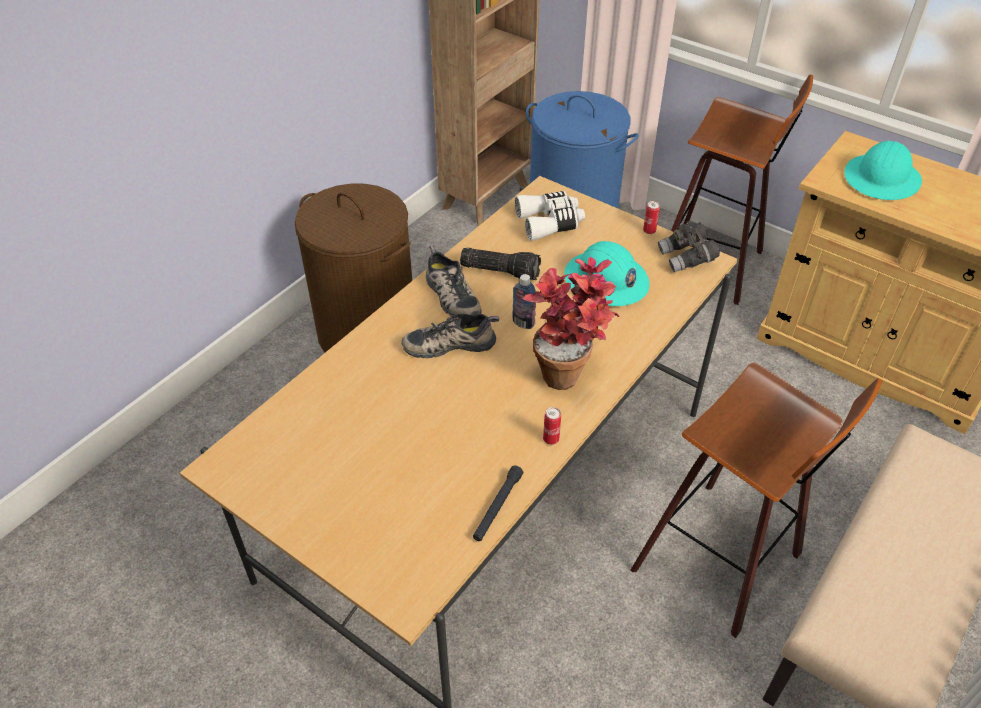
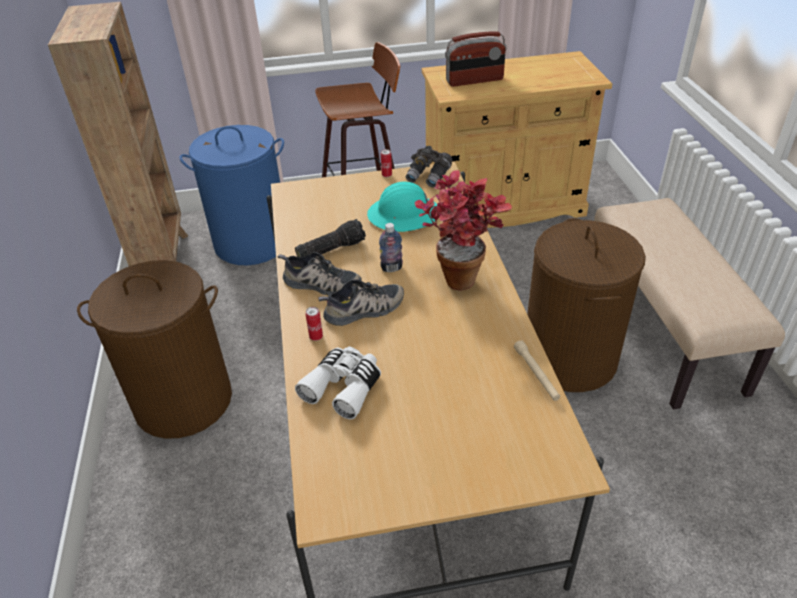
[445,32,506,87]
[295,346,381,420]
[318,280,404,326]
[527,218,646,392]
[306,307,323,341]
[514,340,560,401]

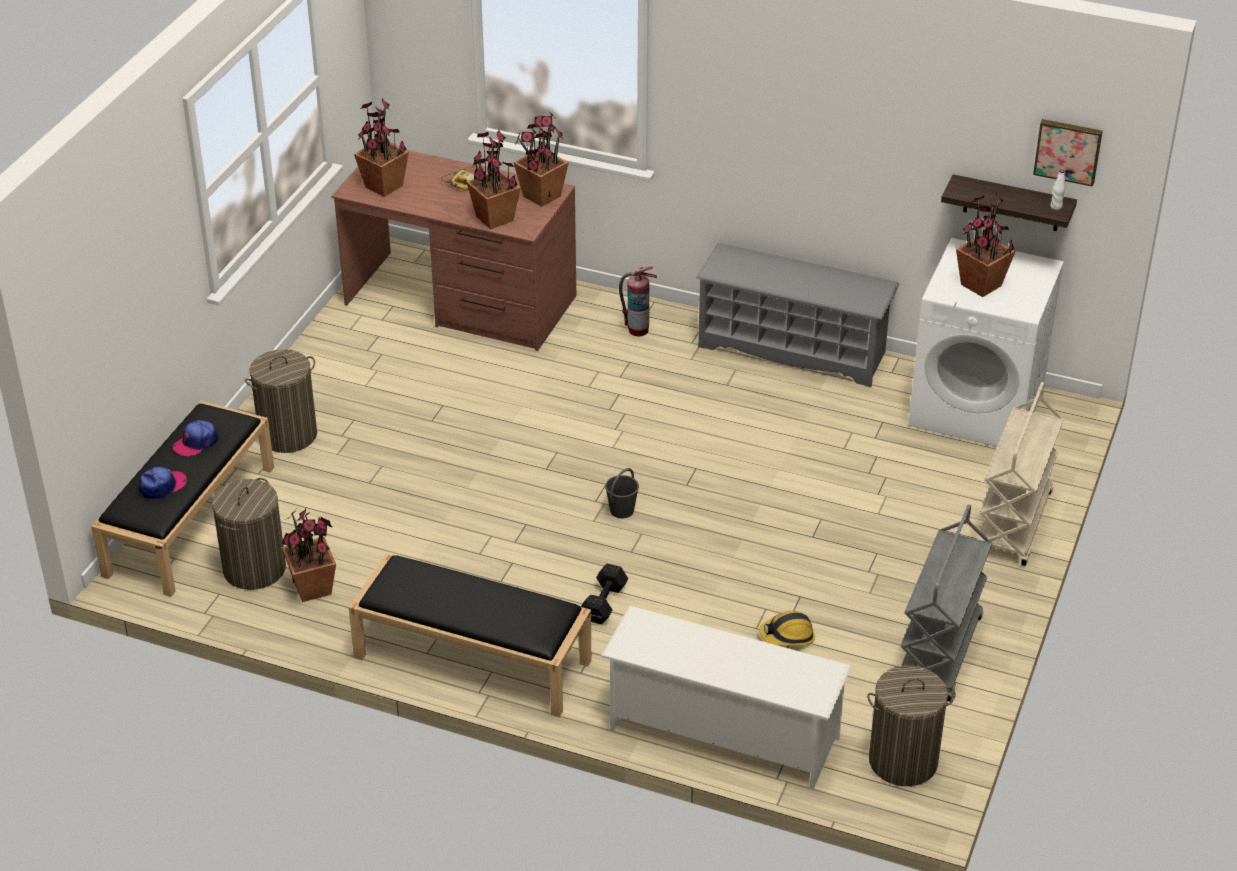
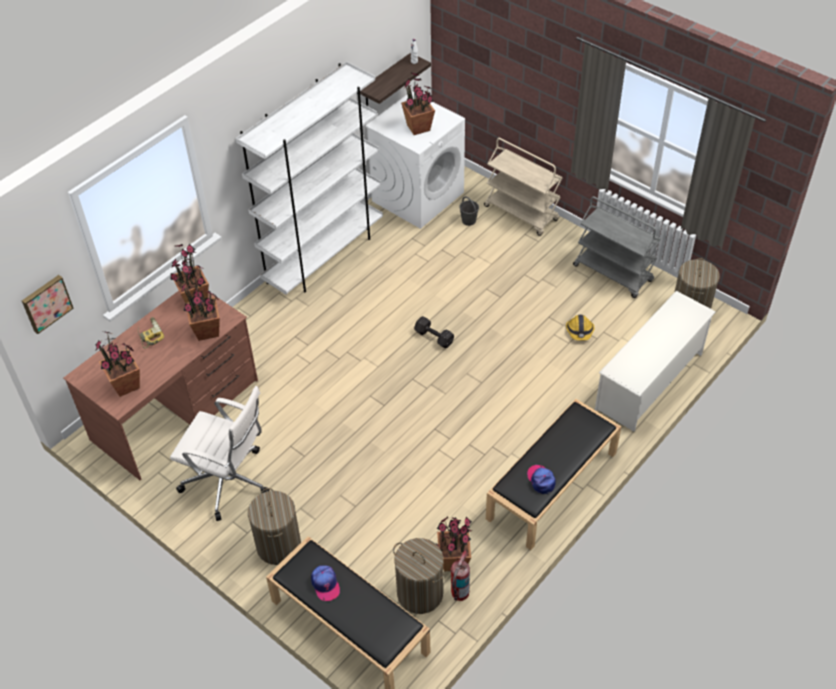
[22,275,74,334]
[235,61,383,295]
[451,550,470,601]
[527,465,556,494]
[459,196,479,226]
[414,316,454,348]
[170,386,270,521]

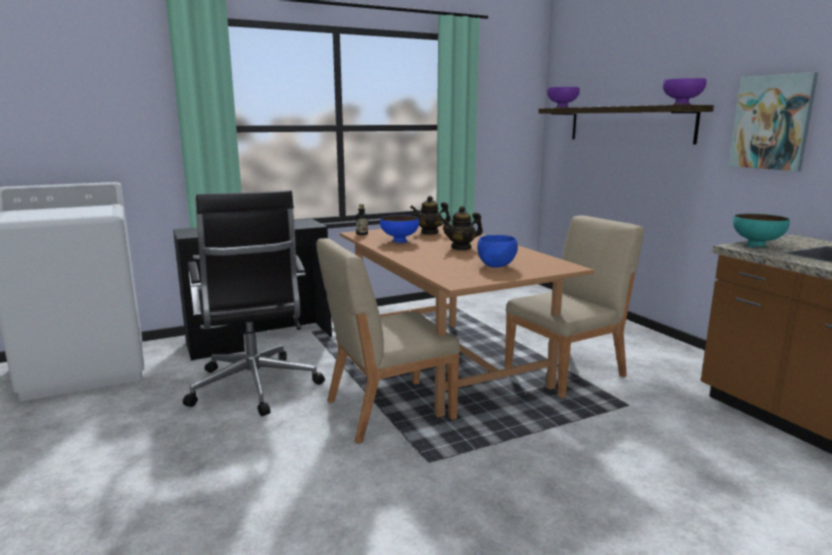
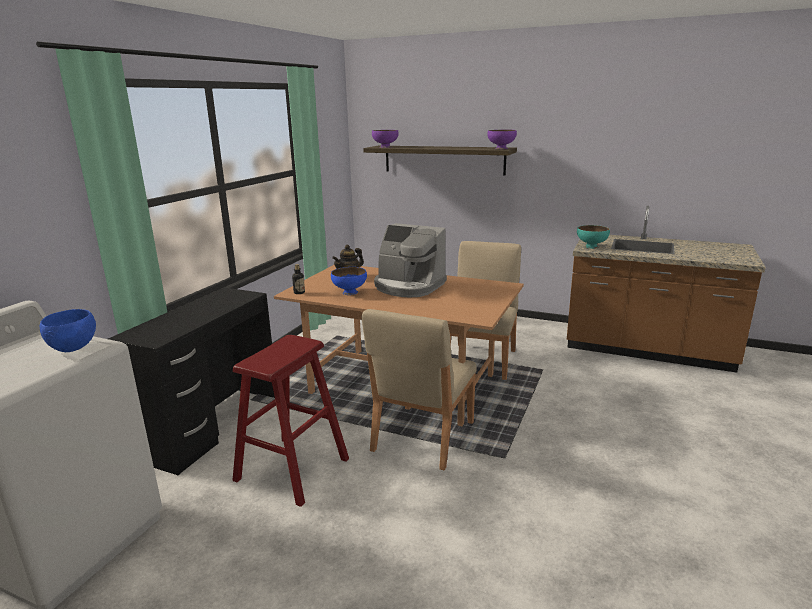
[728,72,818,171] (first image)
[232,335,349,507]
[374,223,447,298]
[40,309,96,352]

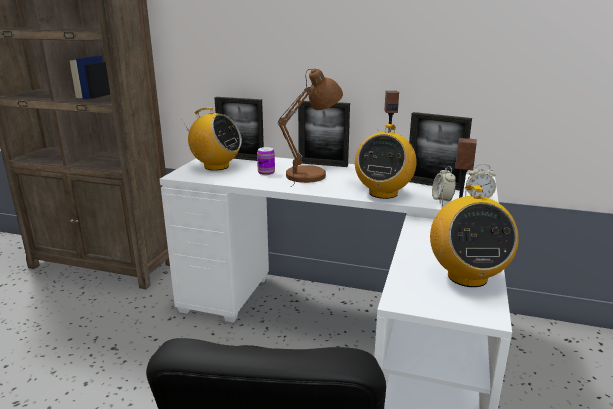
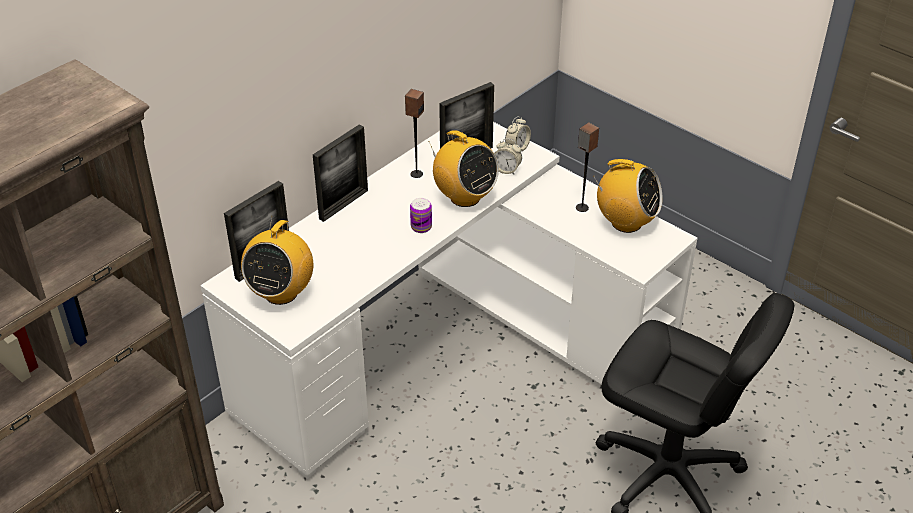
[278,68,343,187] (first image)
[241,218,313,305]
[410,198,432,233]

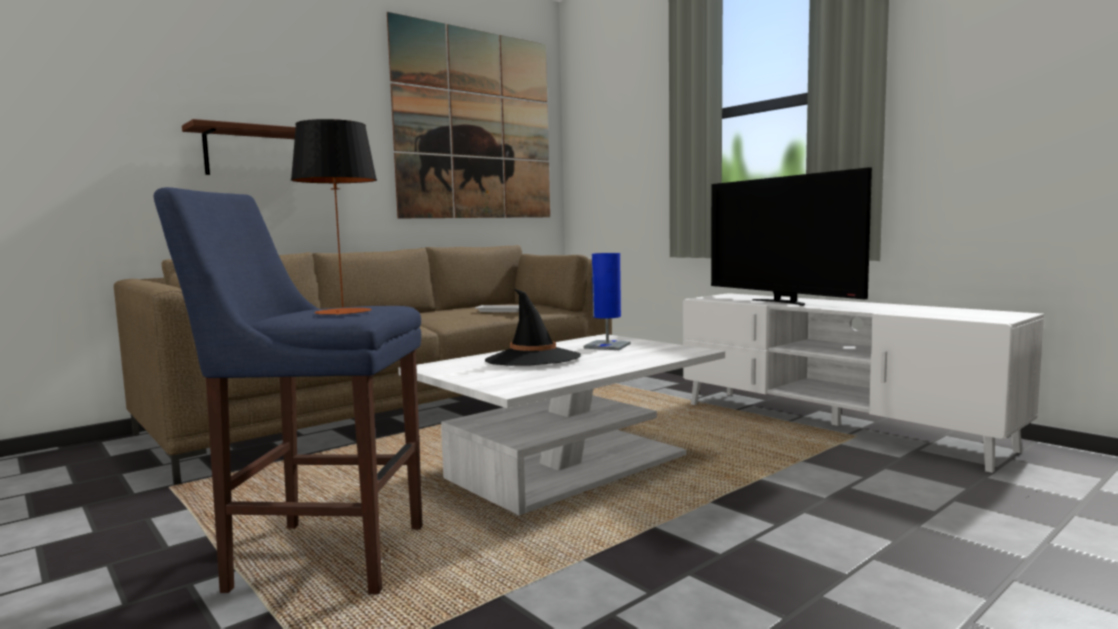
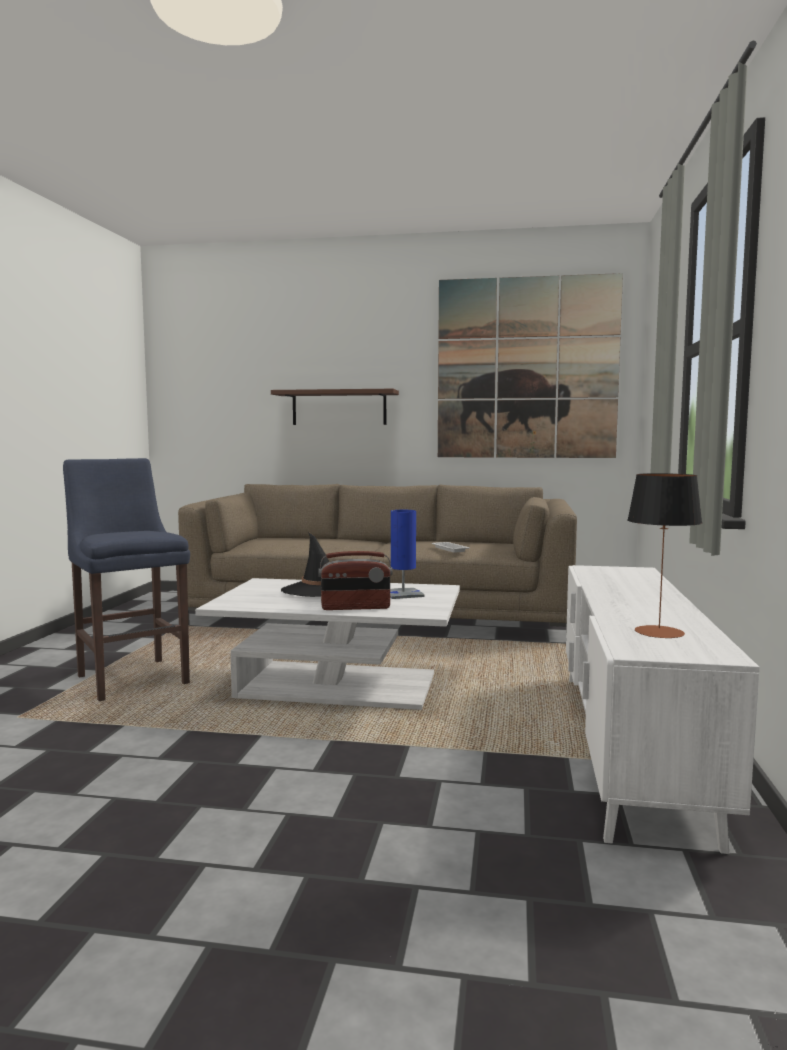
[627,473,702,638]
[711,167,872,306] (first image)
[318,551,393,610]

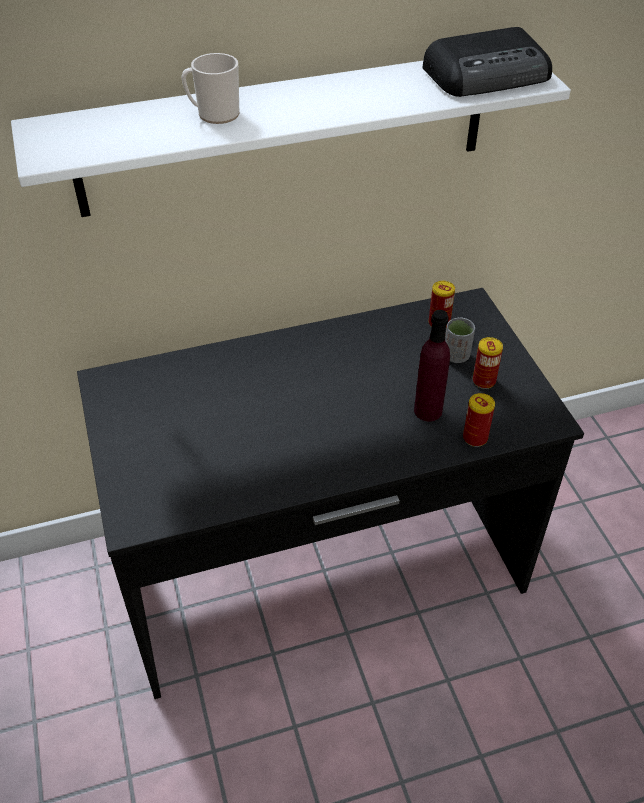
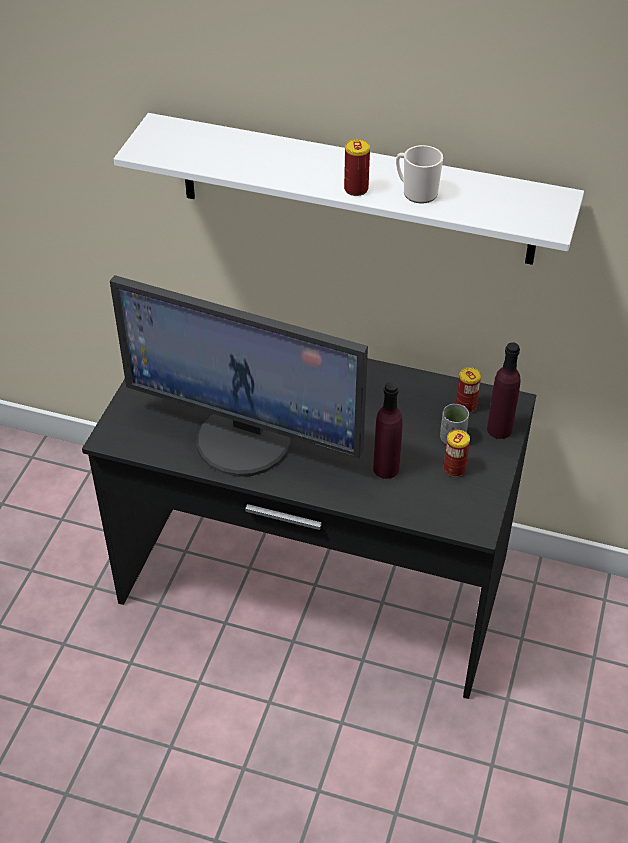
[422,27,552,97] (first image)
[396,145,443,203]
[344,139,370,196]
[110,275,368,477]
[487,342,520,439]

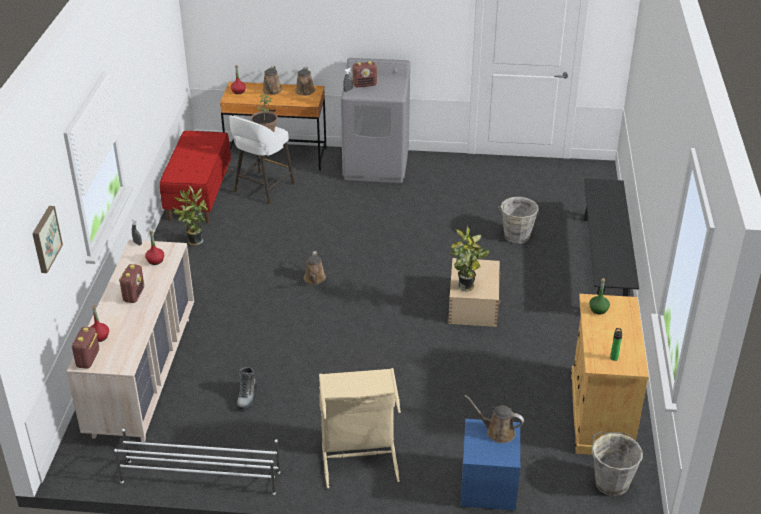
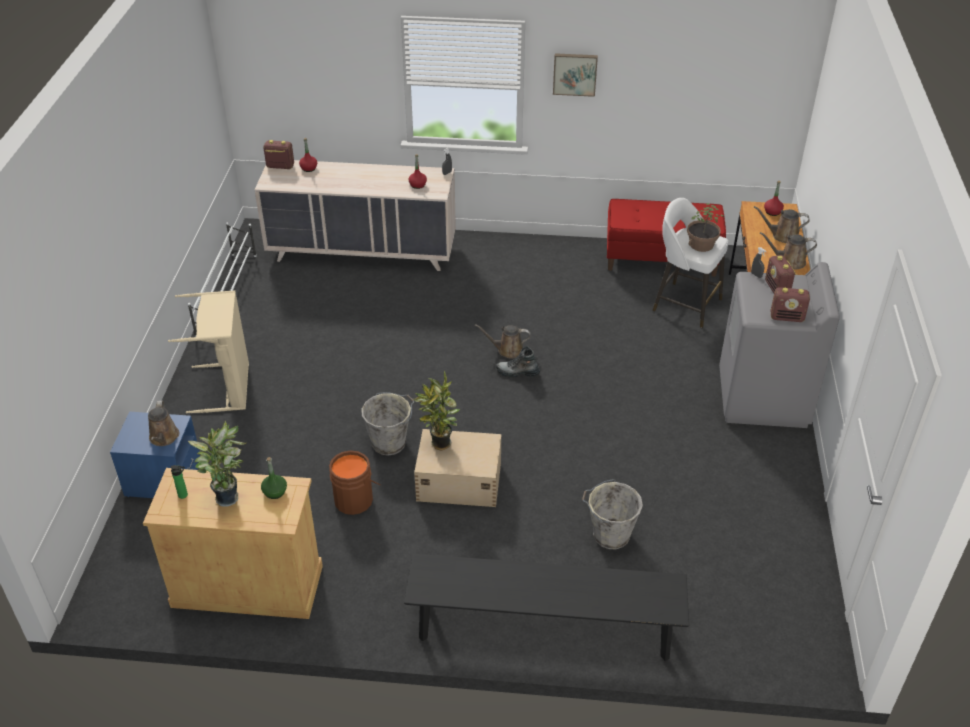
[188,421,247,507]
[553,53,598,97]
[771,287,810,322]
[496,346,540,378]
[148,400,179,446]
[361,392,414,456]
[329,451,381,515]

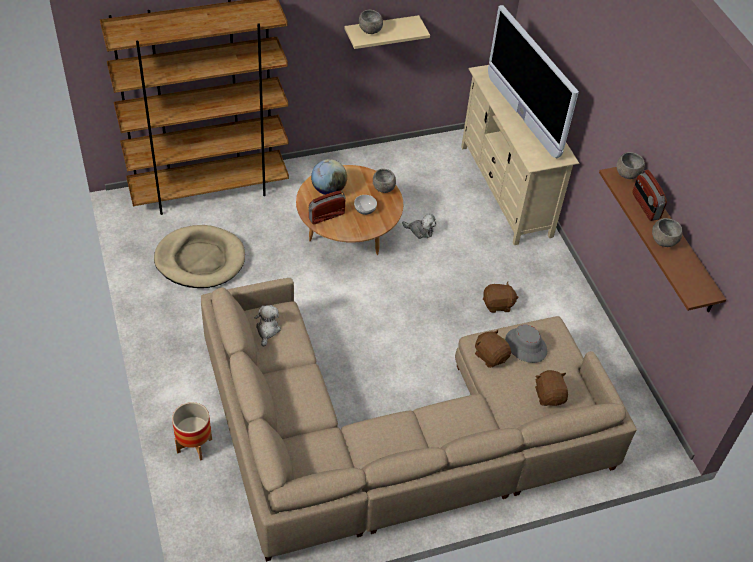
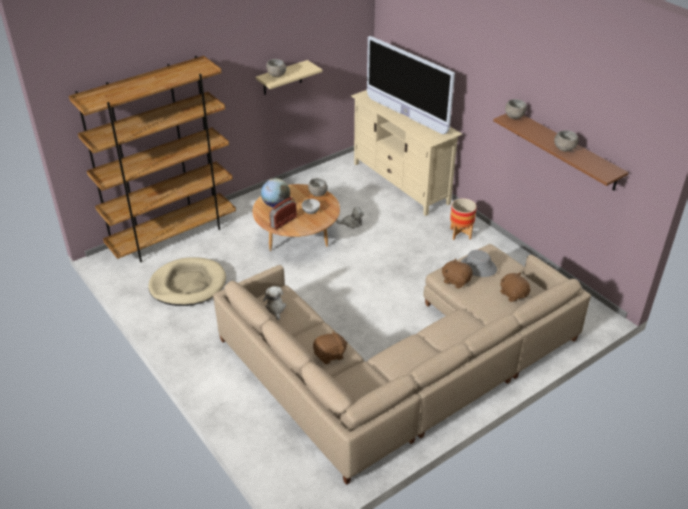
[632,170,667,221] (first image)
[313,330,347,364]
[450,198,477,240]

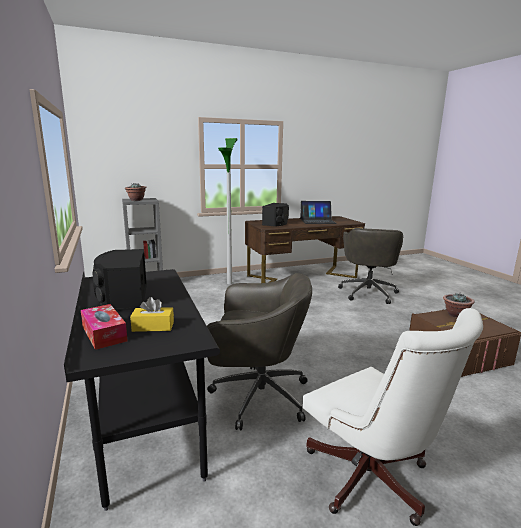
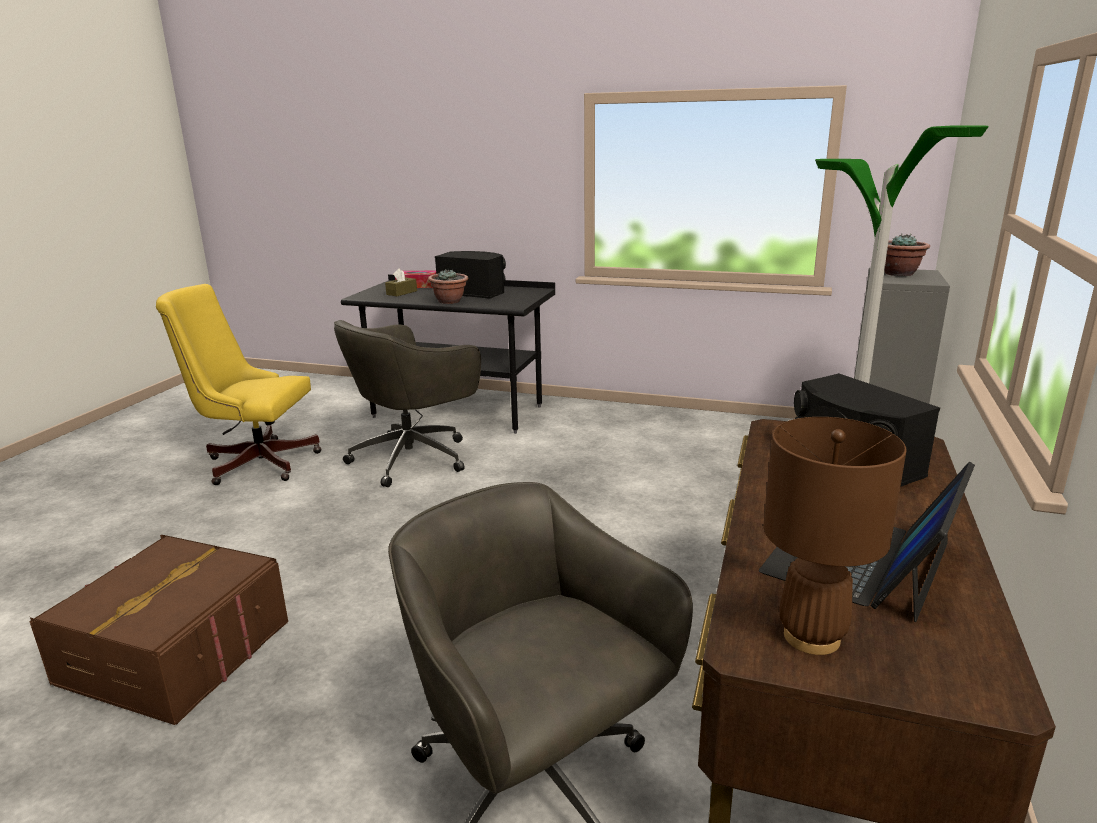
[428,269,468,304]
[385,268,417,296]
[156,284,322,485]
[764,417,907,655]

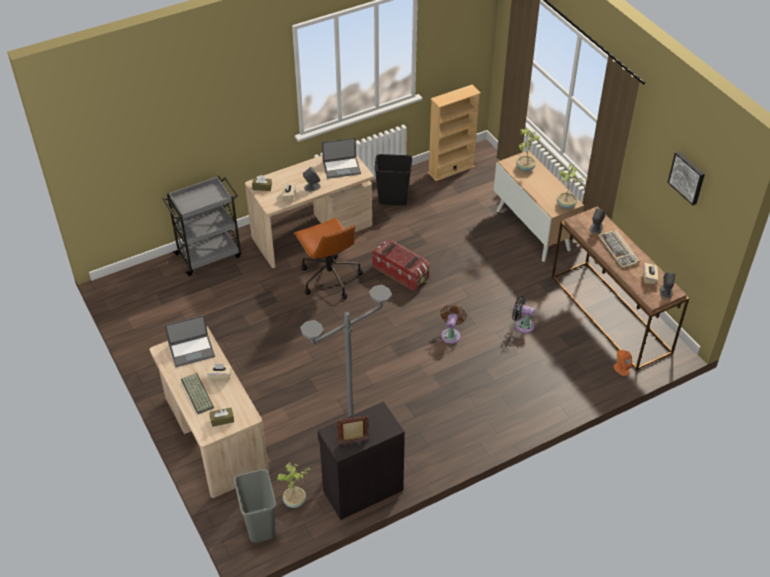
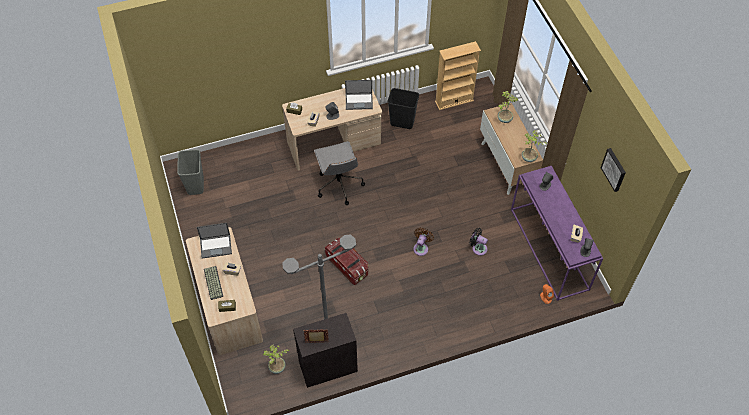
[163,176,241,276] (first image)
[511,166,603,301]
[314,141,365,205]
[598,230,639,268] (first image)
[325,238,368,285]
[177,149,204,195]

